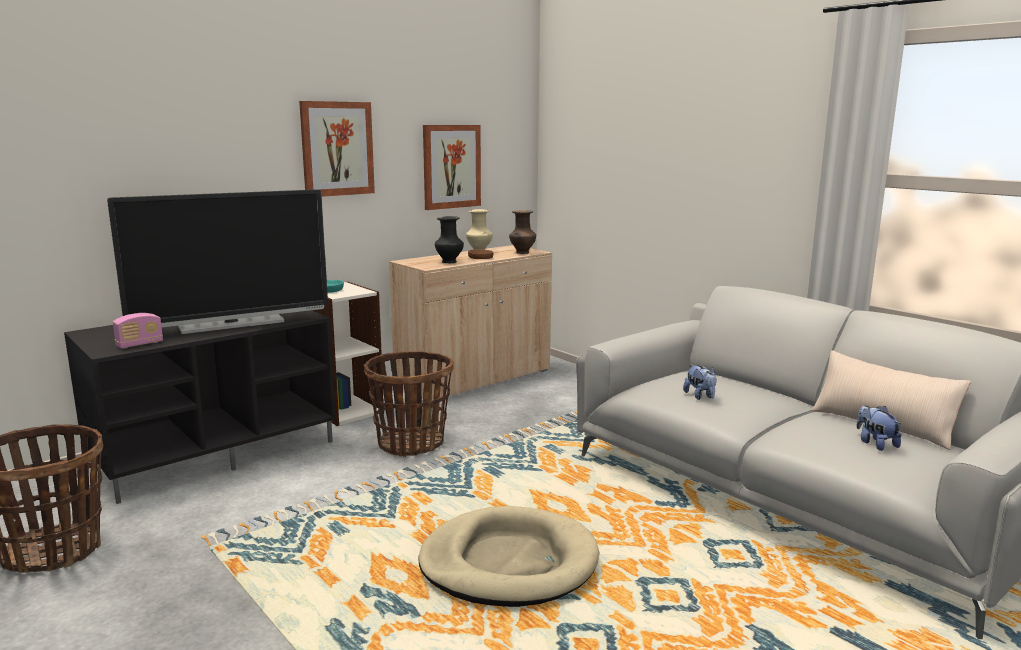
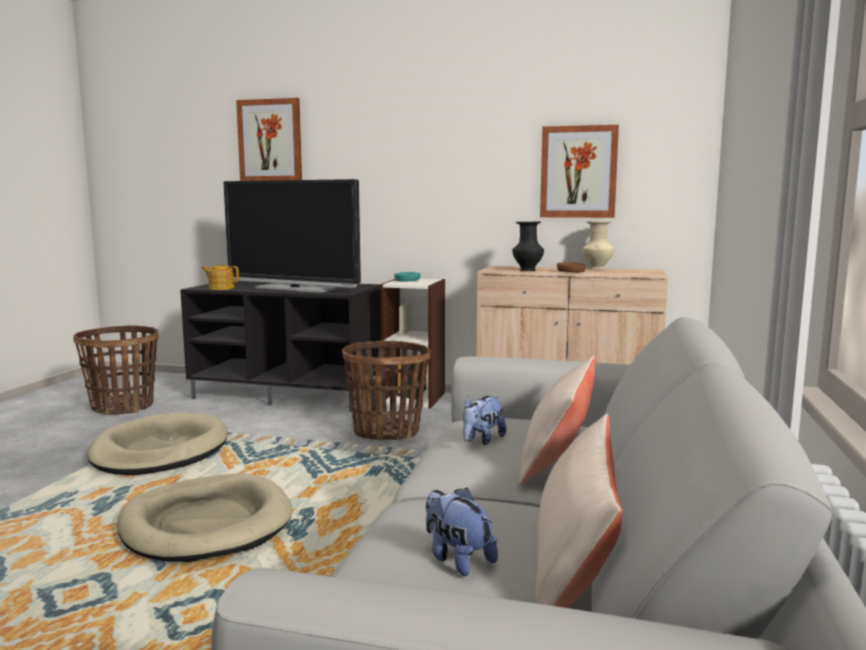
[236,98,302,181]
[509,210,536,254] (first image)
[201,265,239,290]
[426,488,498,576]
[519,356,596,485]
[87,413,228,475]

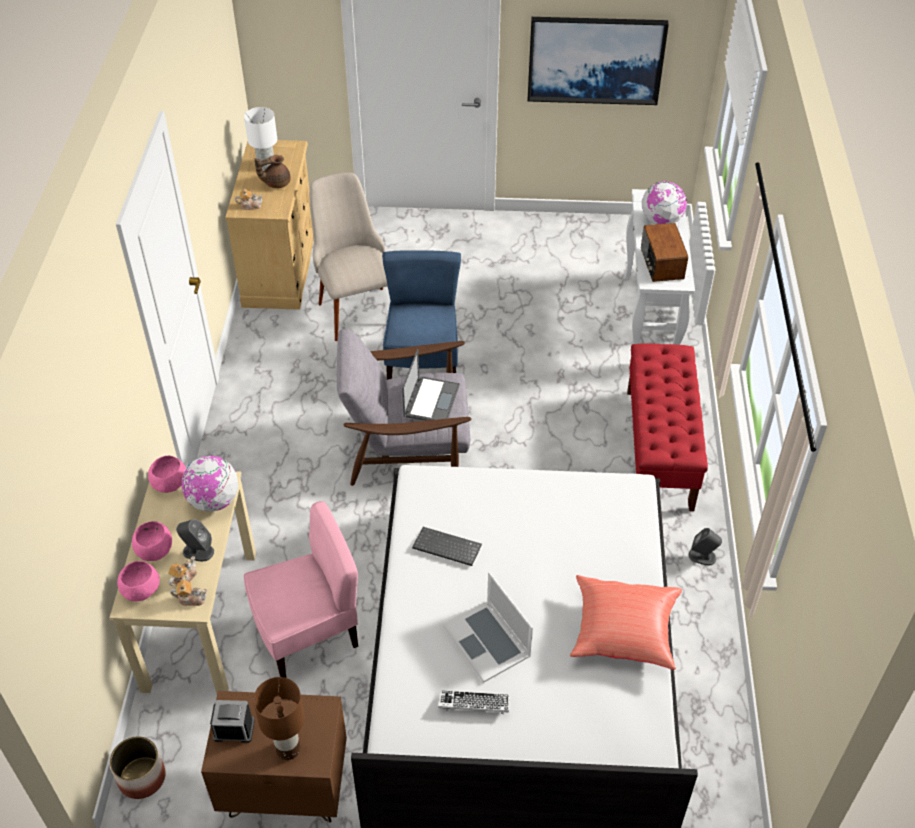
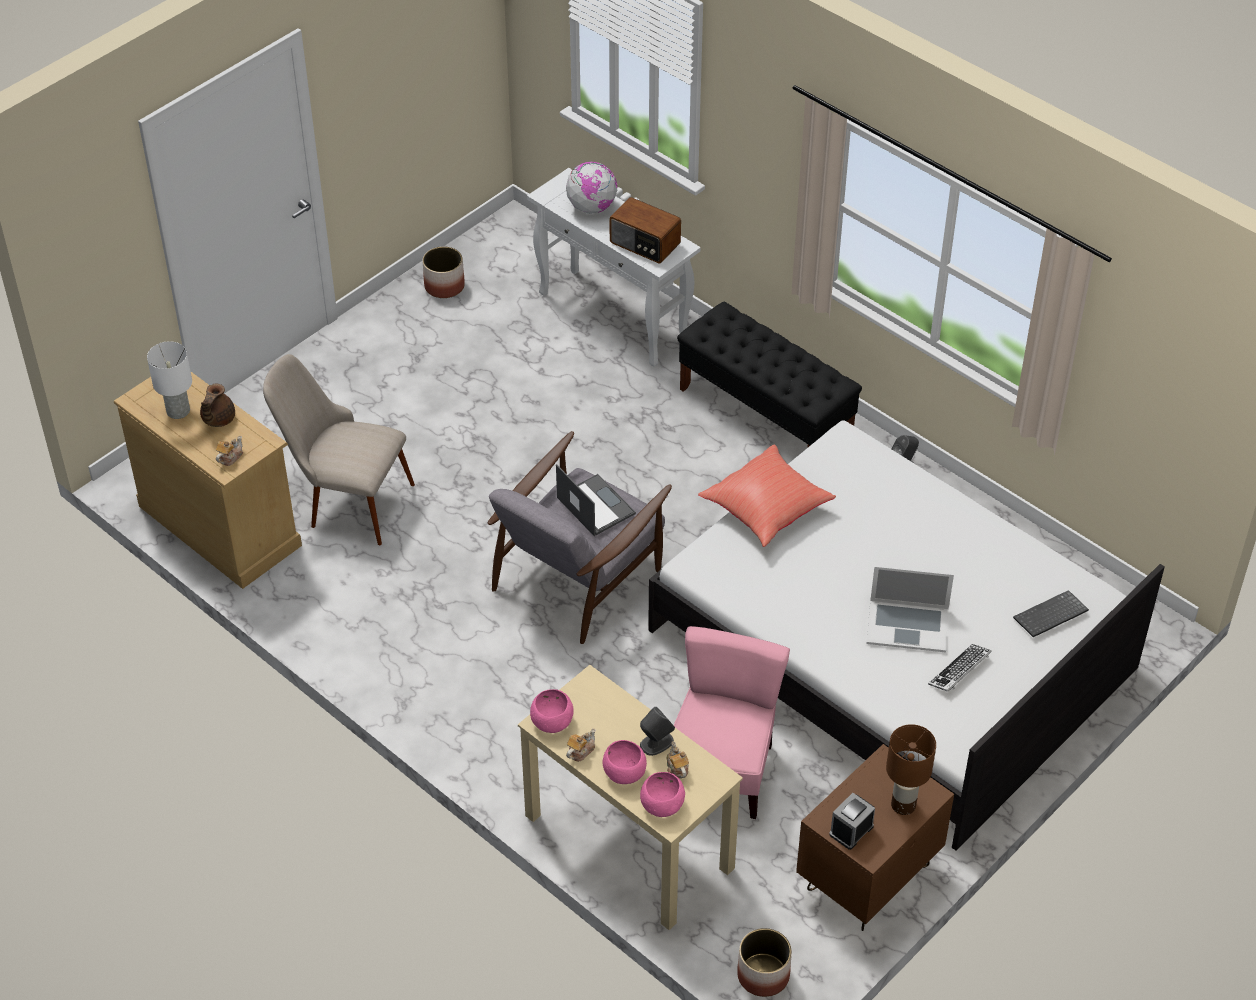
[528,17,669,105] (first image)
[382,250,461,380] (first image)
[677,302,862,448]
[181,456,239,512] (first image)
[1013,590,1089,637]
[698,445,836,547]
[566,729,596,762]
[422,246,465,298]

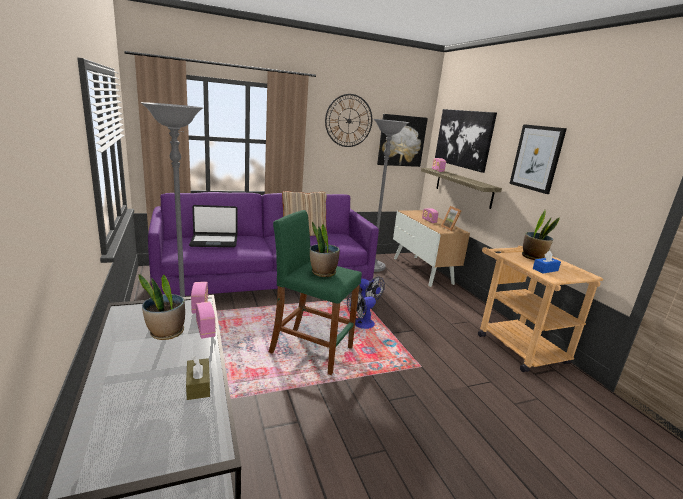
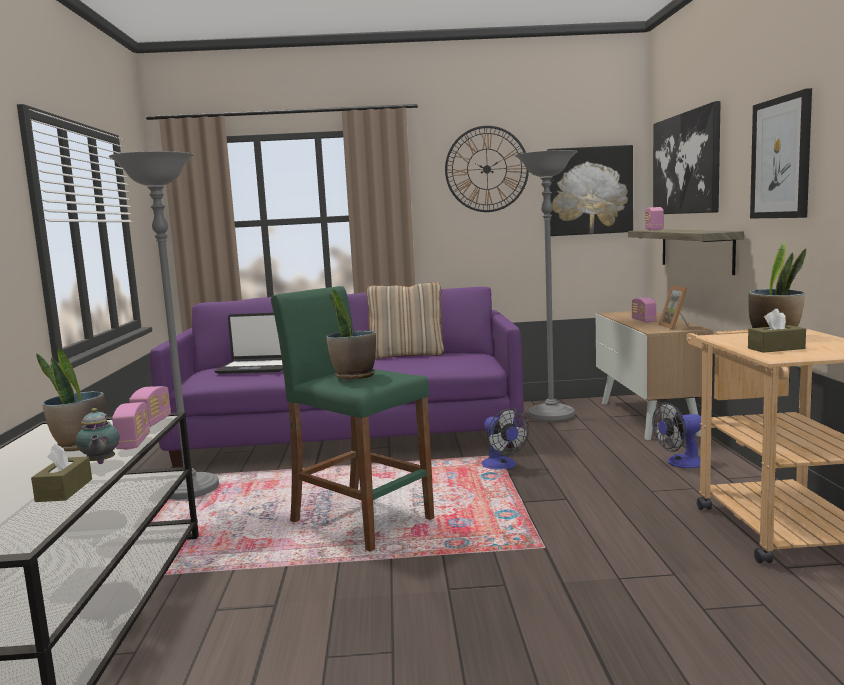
[748,309,806,353]
[652,402,701,468]
[76,408,120,464]

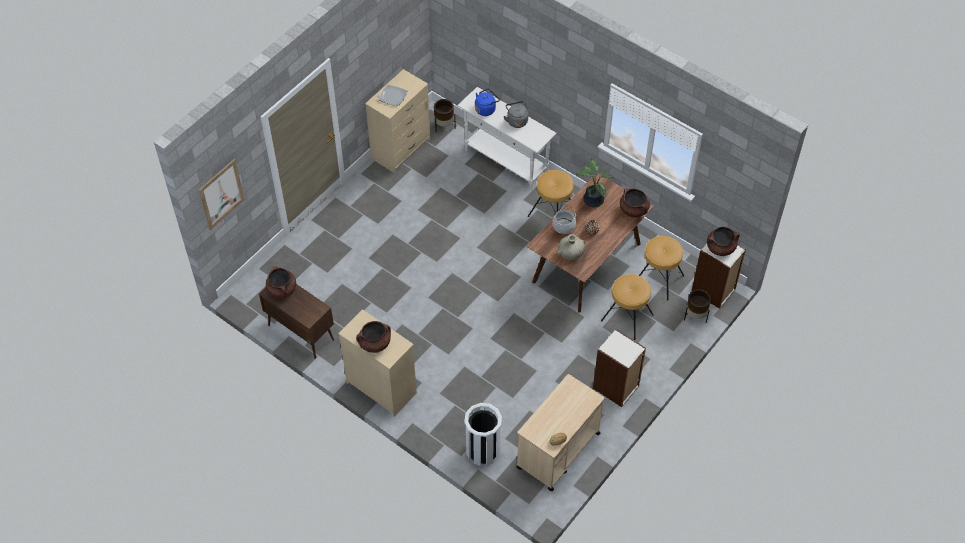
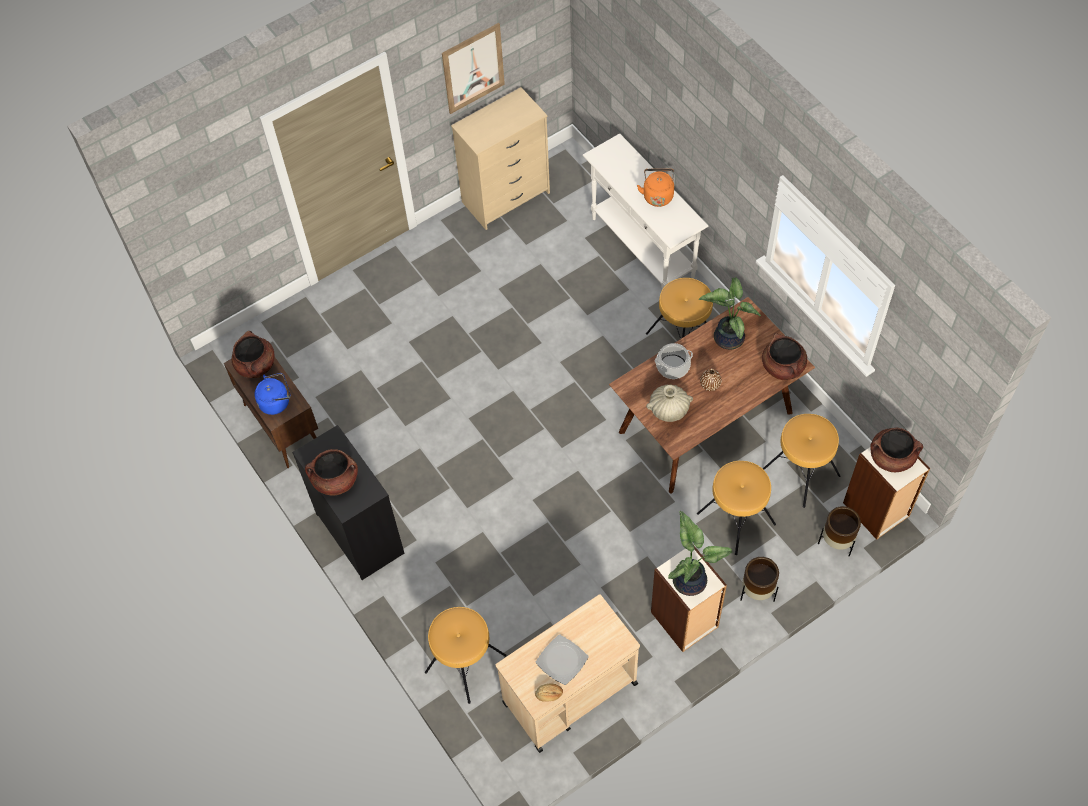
[536,634,589,685]
[254,373,291,415]
[740,557,779,601]
[637,168,674,207]
[442,23,505,114]
[292,425,404,580]
[425,607,506,704]
[668,511,732,596]

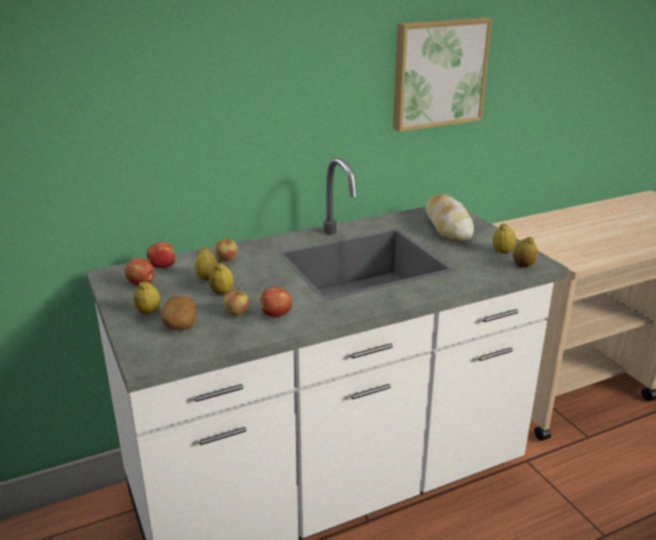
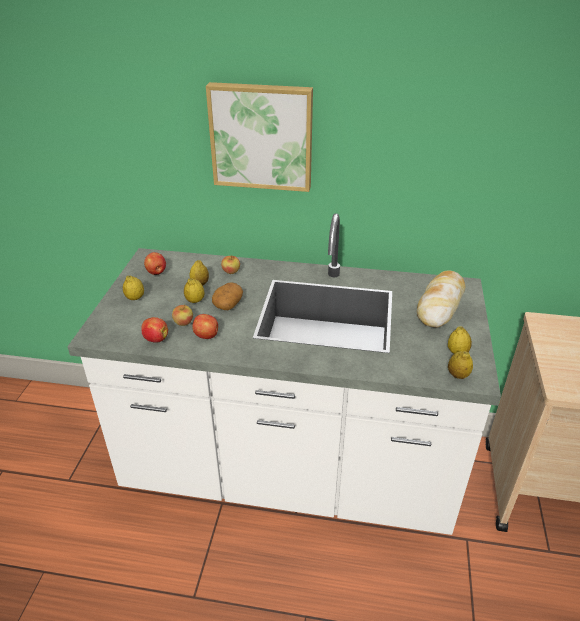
[206,82,313,192]
[142,317,168,343]
[212,282,243,310]

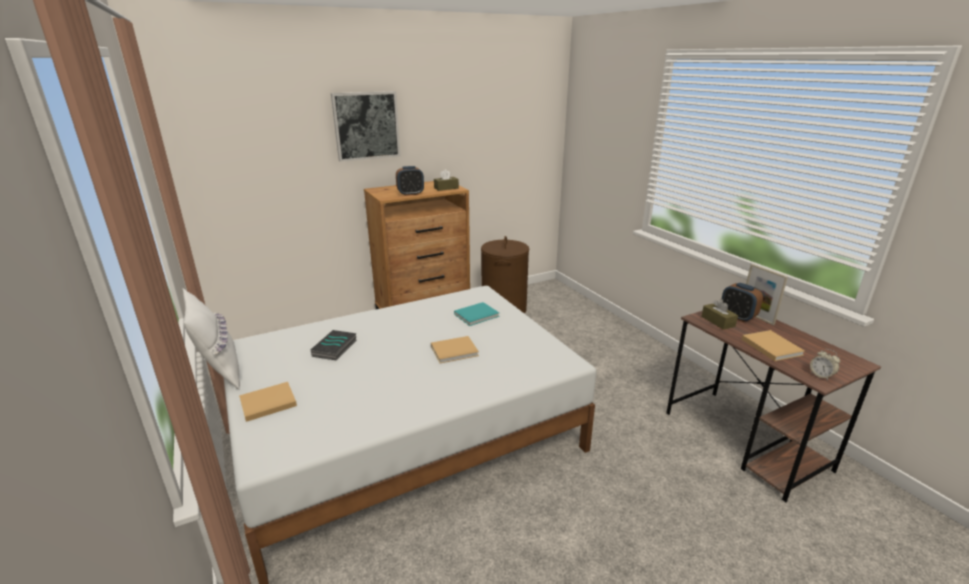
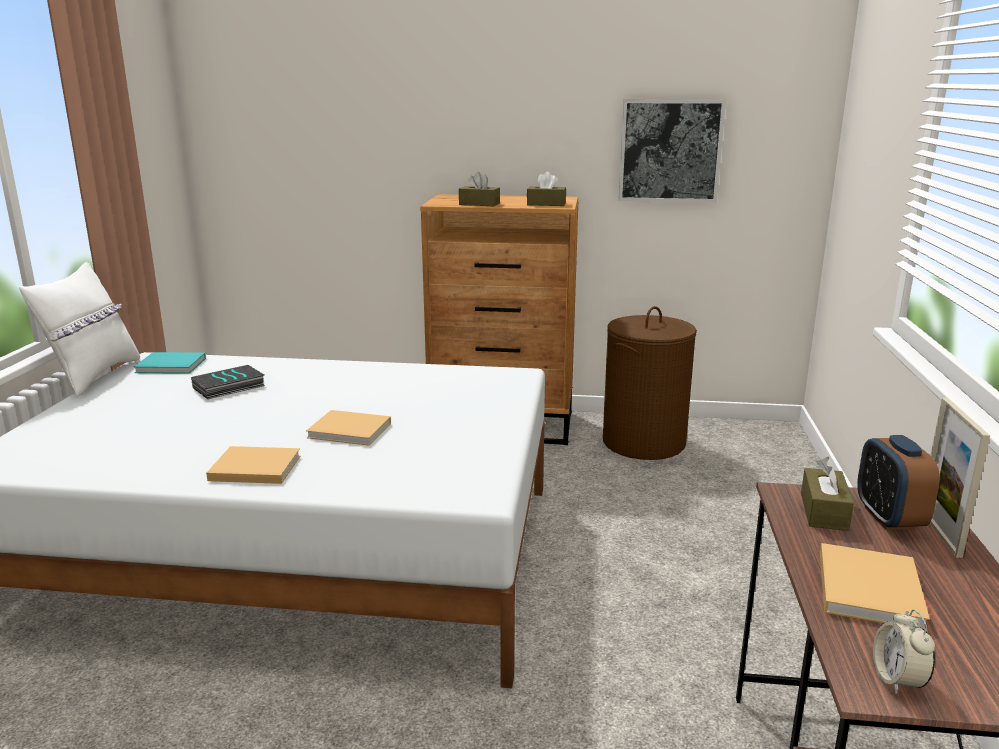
[618,99,726,202]
[459,172,500,206]
[134,352,206,374]
[206,446,300,484]

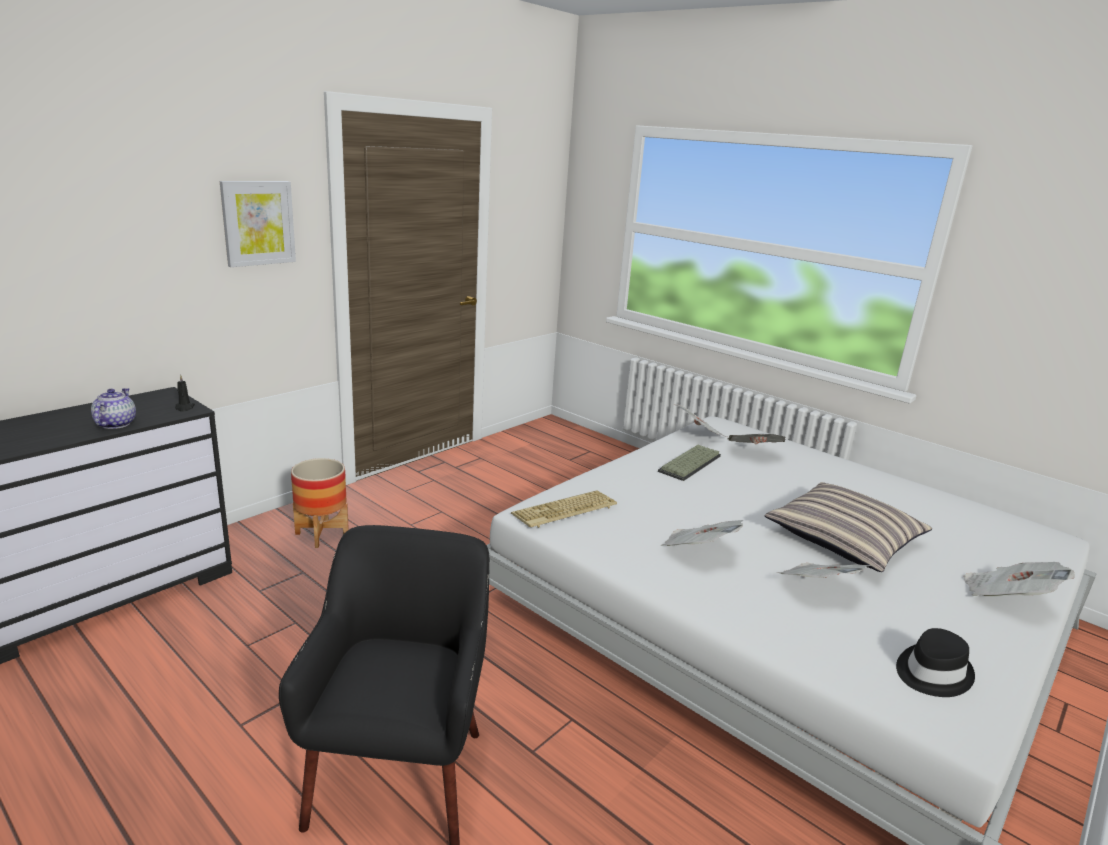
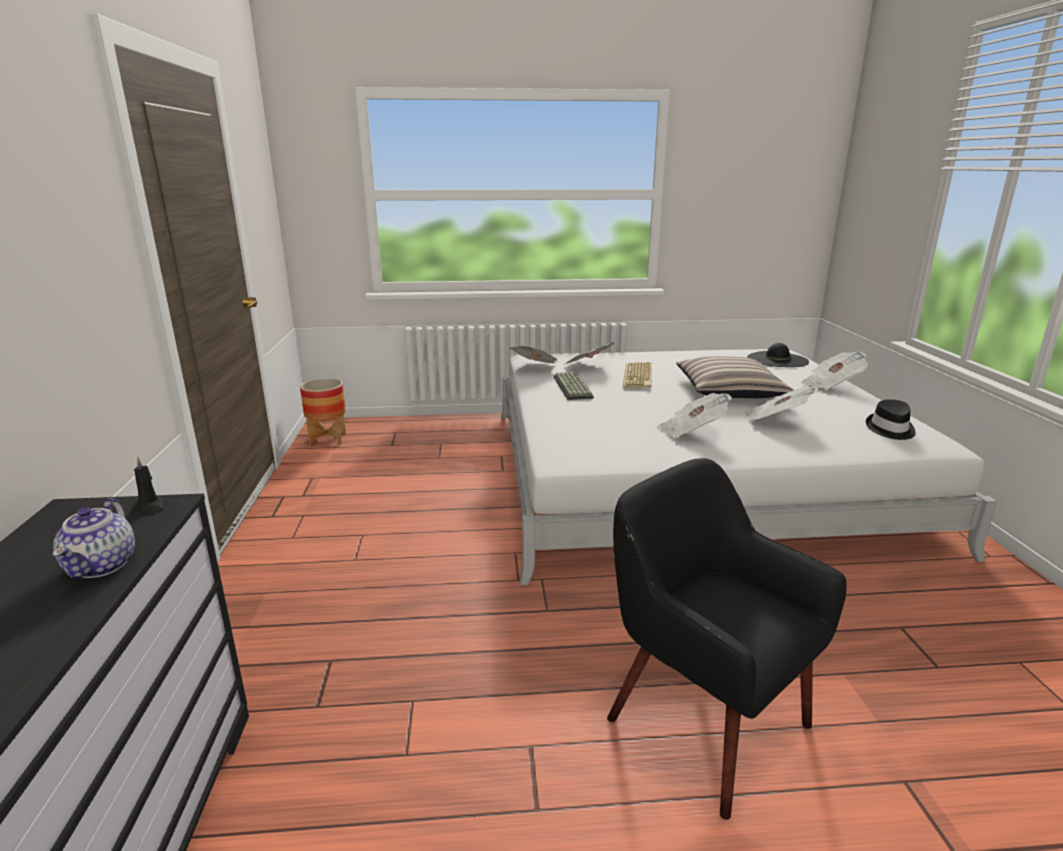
[220,181,296,267] (first image)
[52,498,135,579]
[300,378,346,446]
[622,362,652,388]
[747,343,809,367]

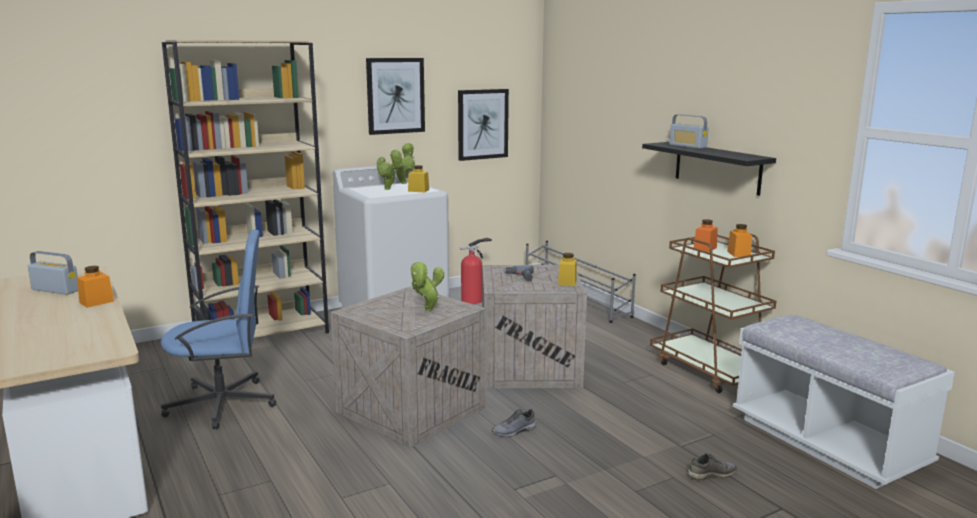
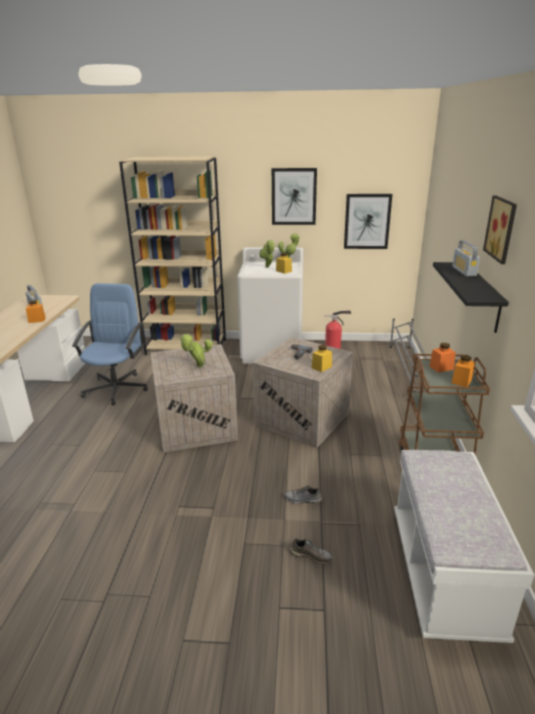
[72,283,148,406]
[284,485,322,504]
[483,195,517,264]

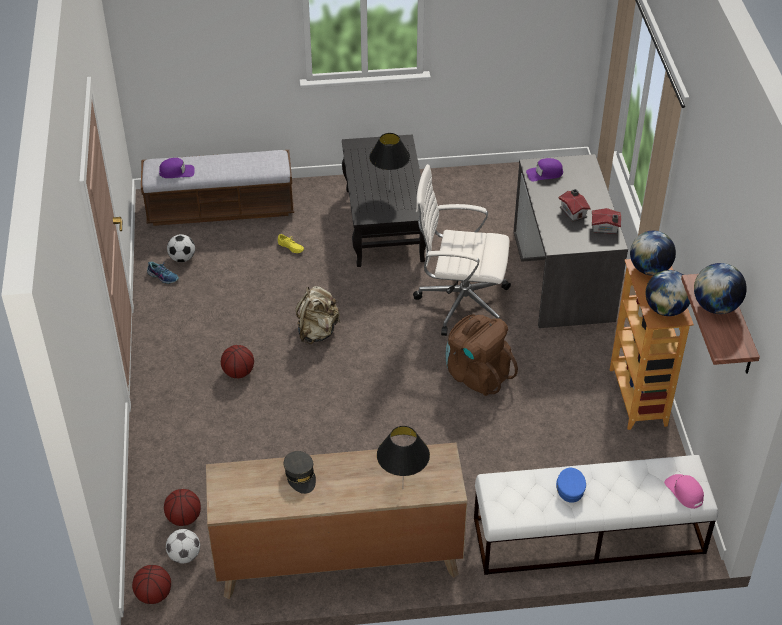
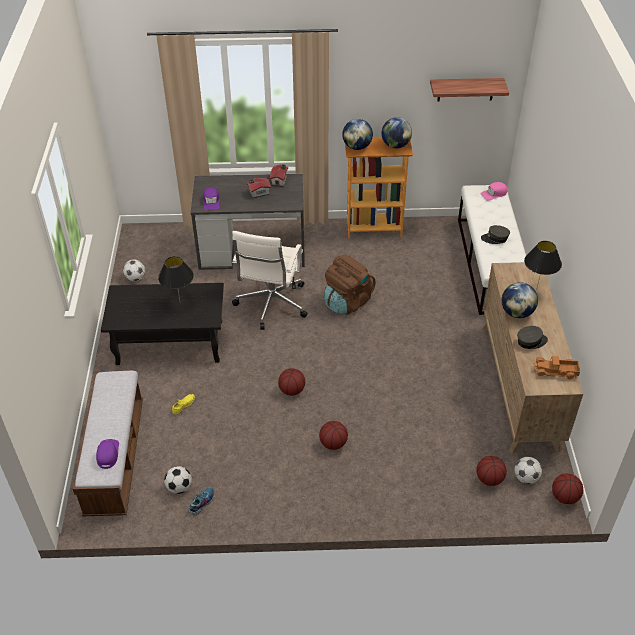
[501,282,538,318]
[278,368,305,396]
[481,225,510,244]
[123,259,145,281]
[534,356,580,379]

